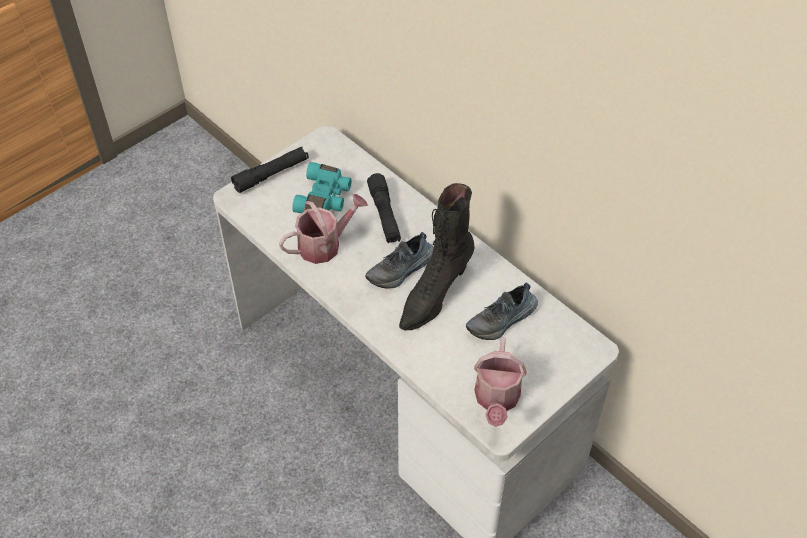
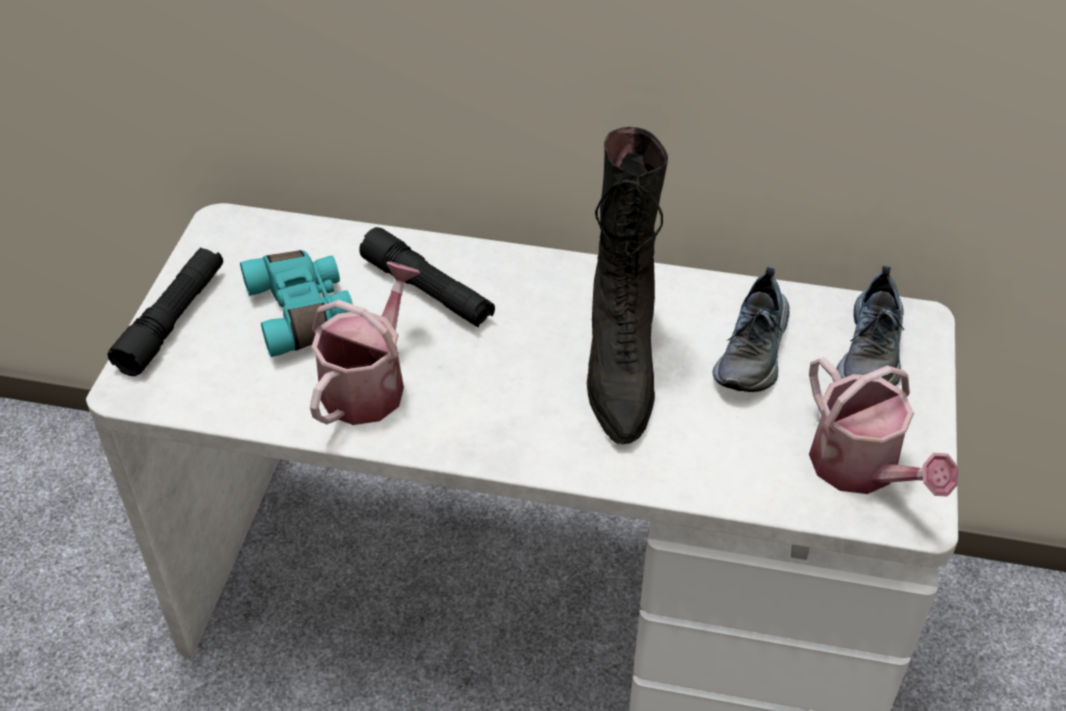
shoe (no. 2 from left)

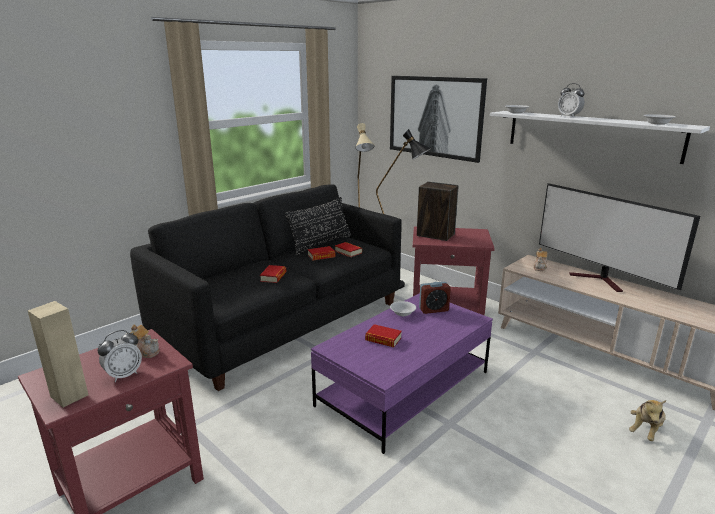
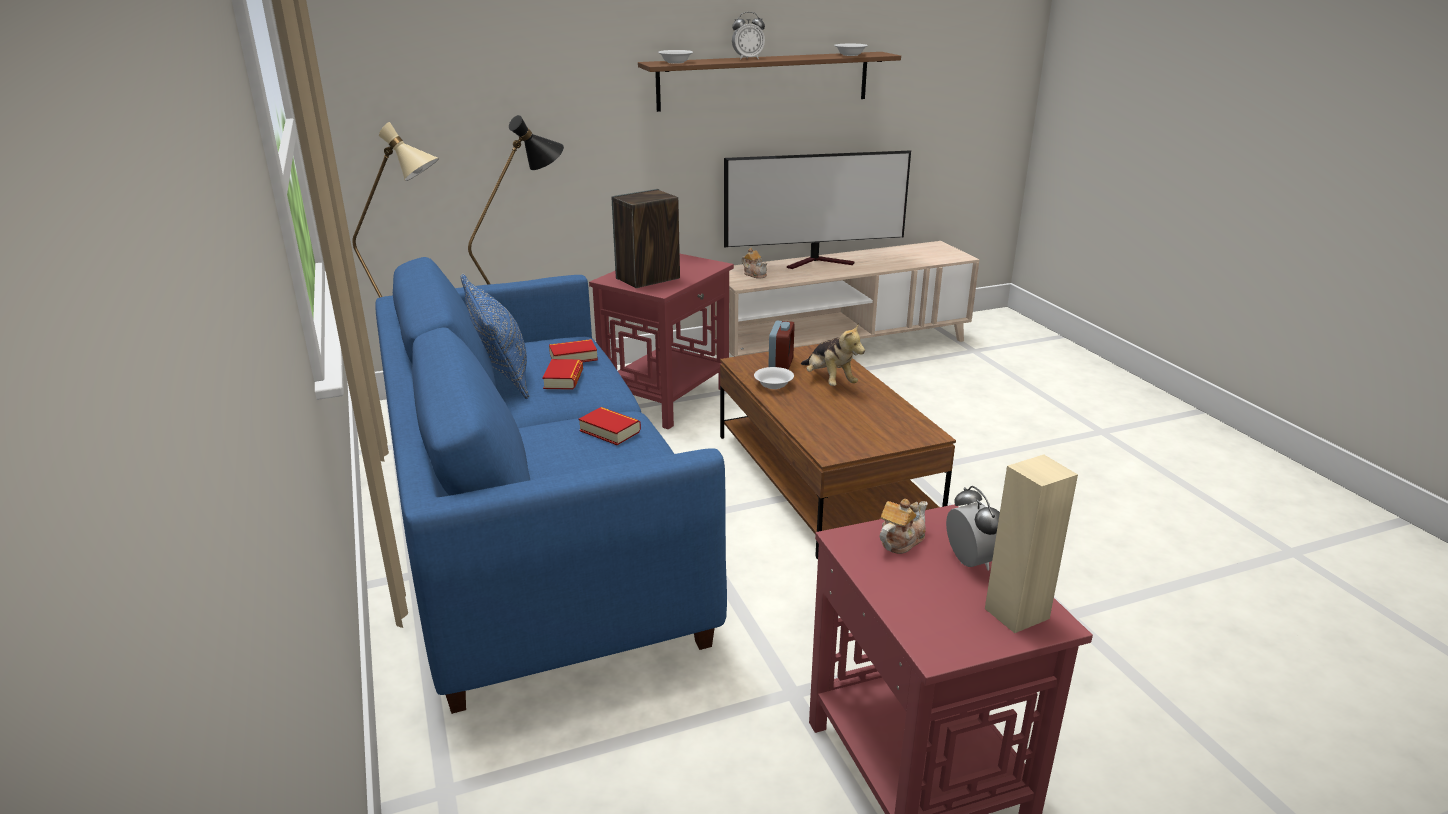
book (no. 4 from left in the first image); picture; plush toy; blue sofa; blue pillow; brown coffee table; brown shelf

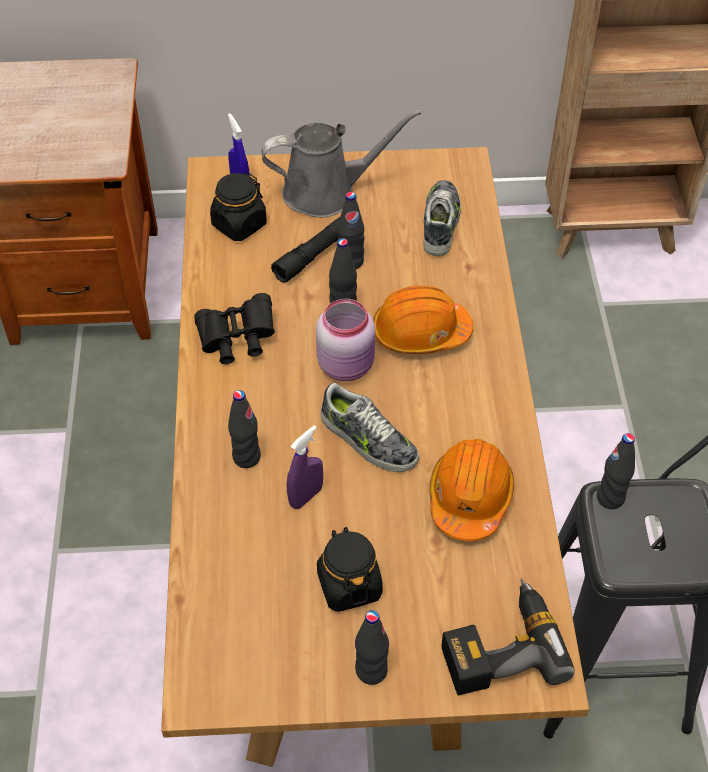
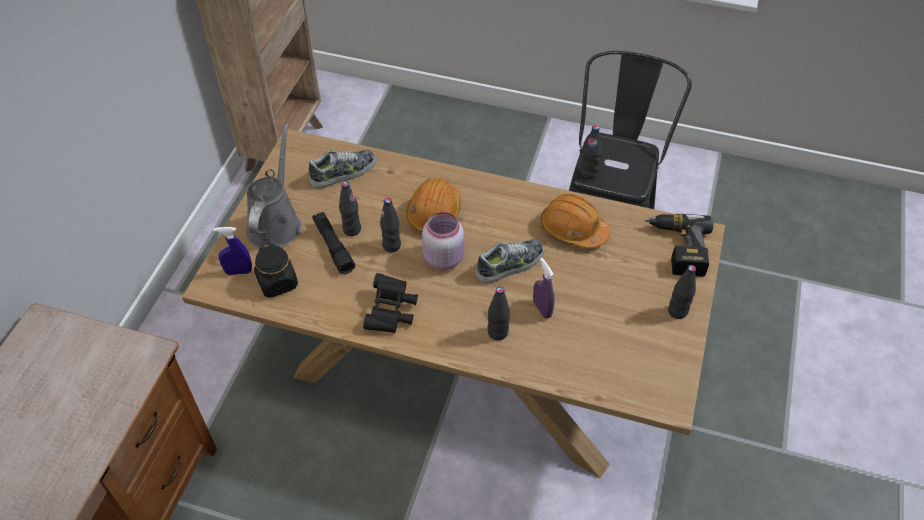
black jar (no. 2 from left in the first image); shoe (no. 1 from left)

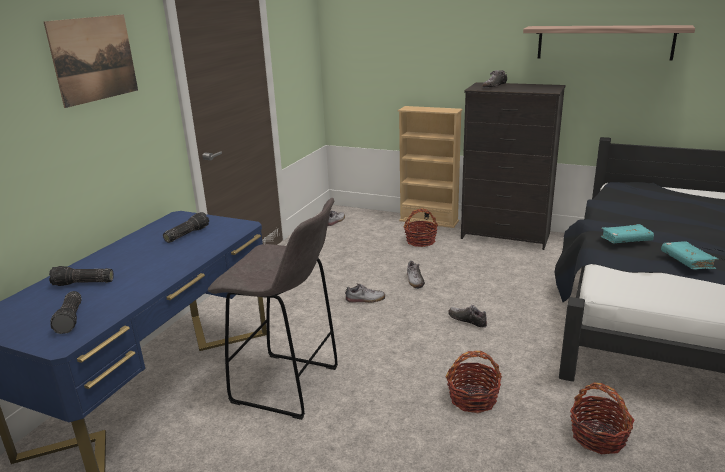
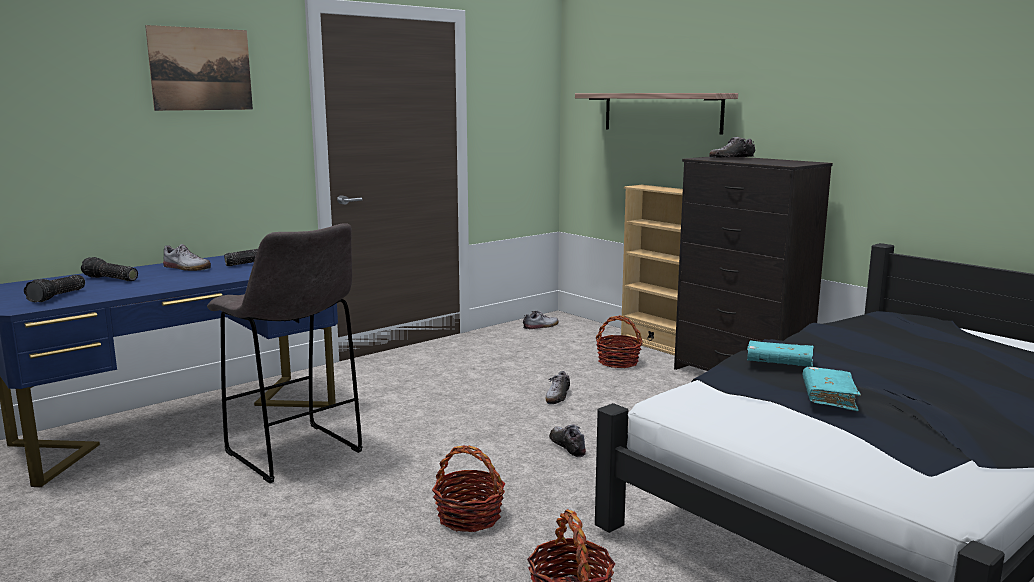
shoe (no. 1 from left); shelf

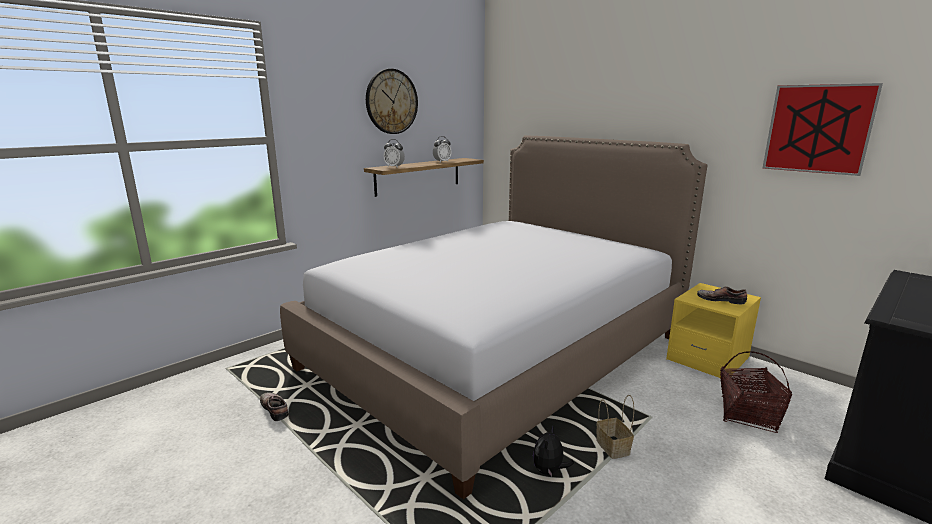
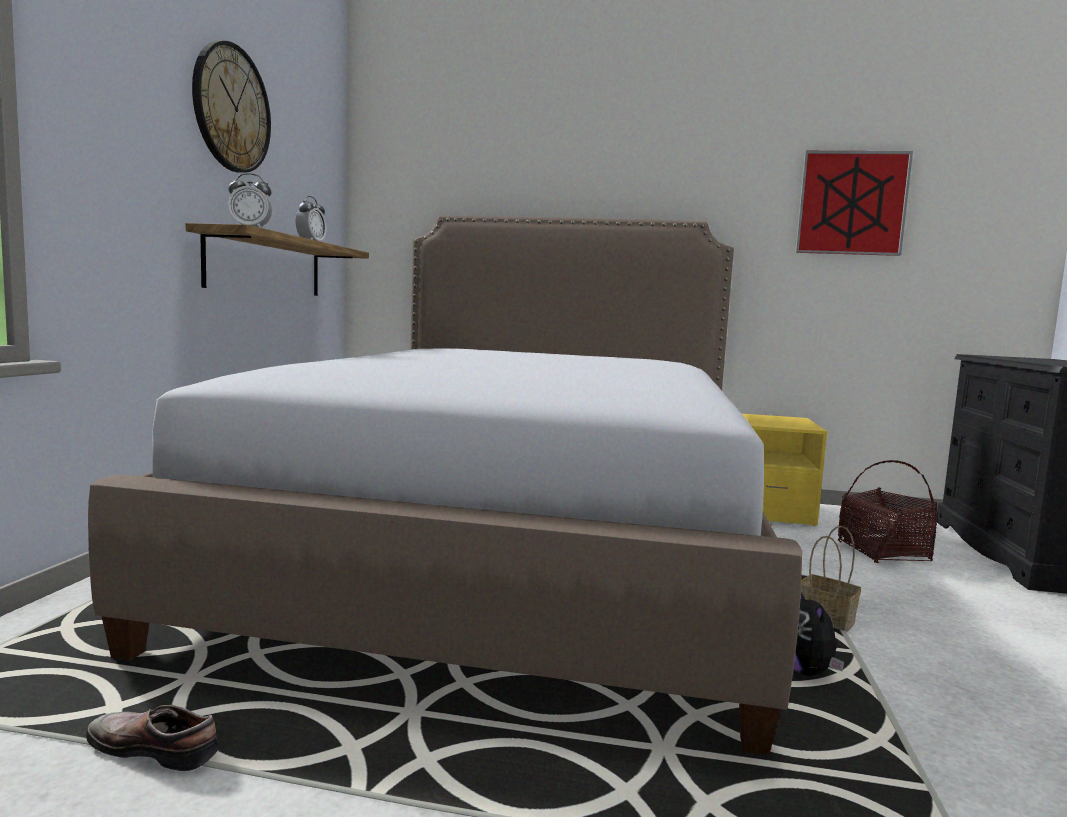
shoe (no. 2 from left in the first image)

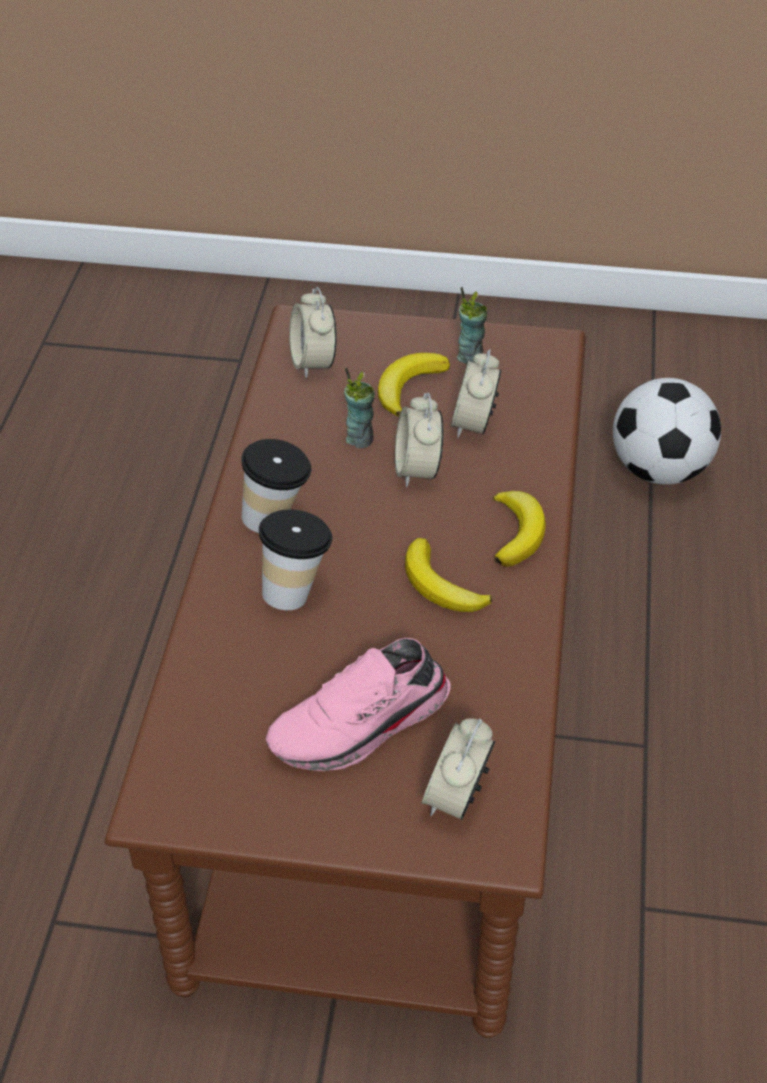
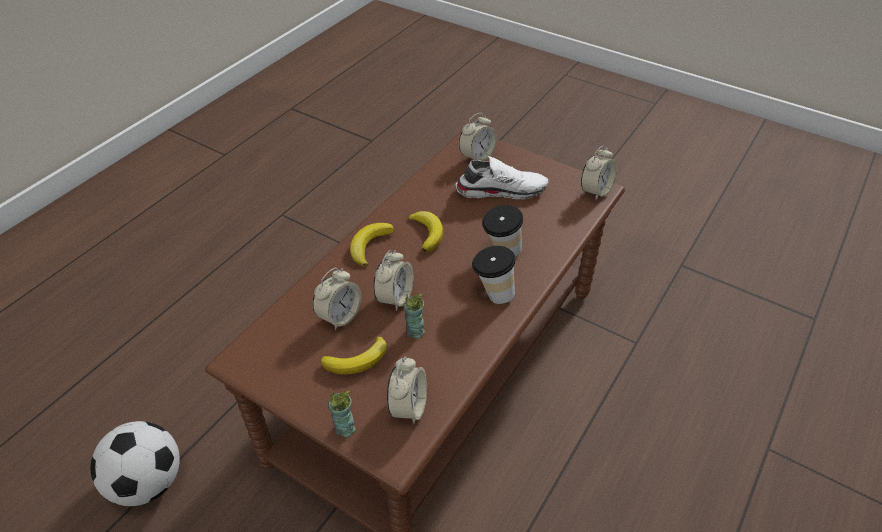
alarm clock (no. 5 from left); cup (no. 1 from left); white shoe

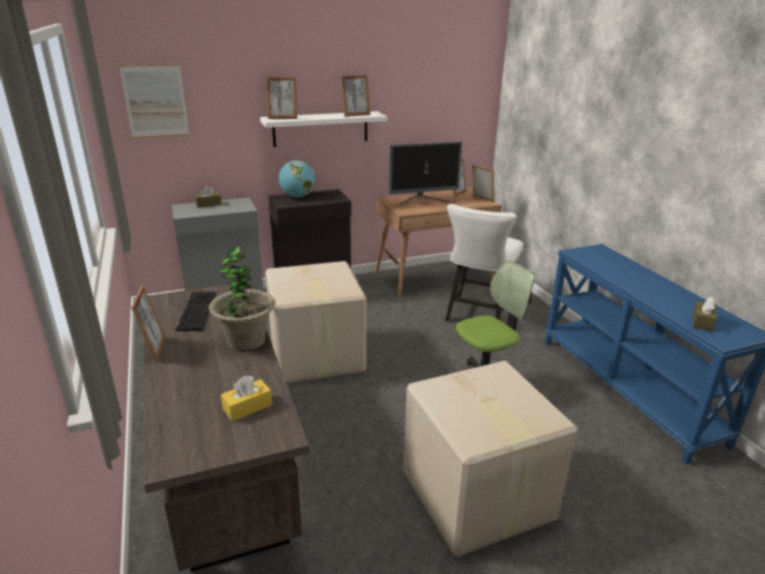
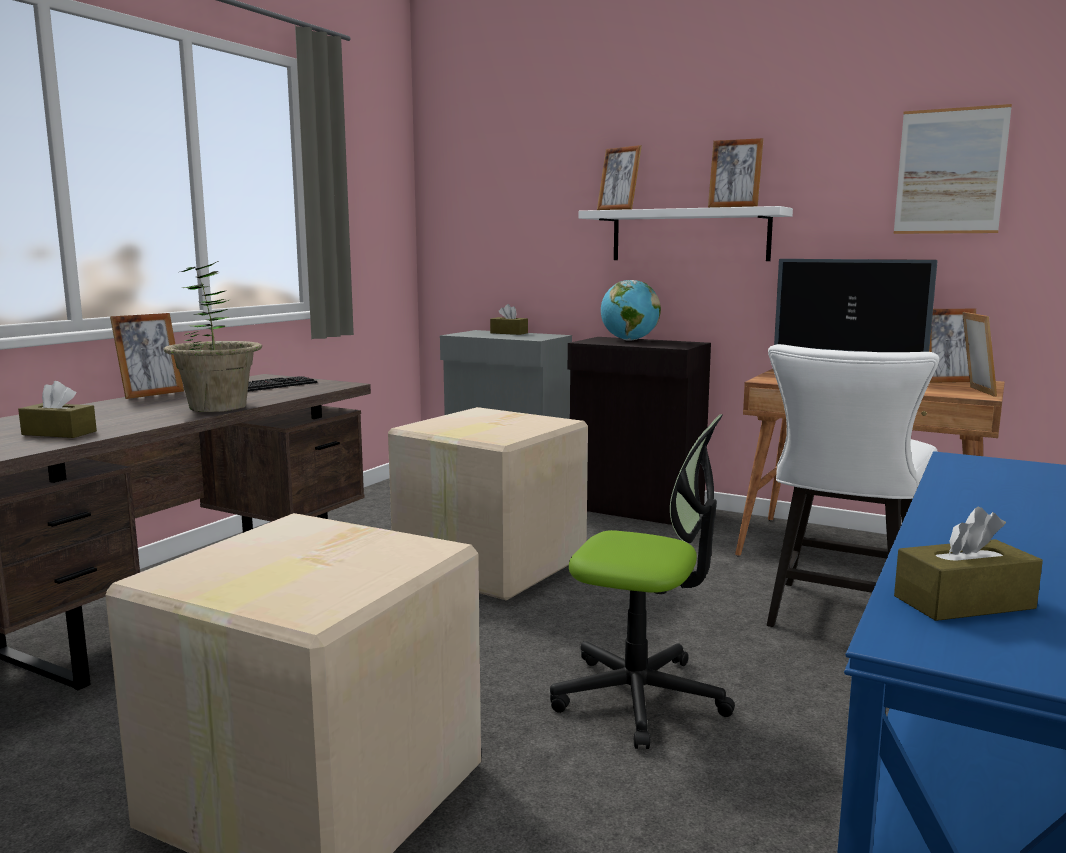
picture; brown tissue box (no. 1 from left); white chair

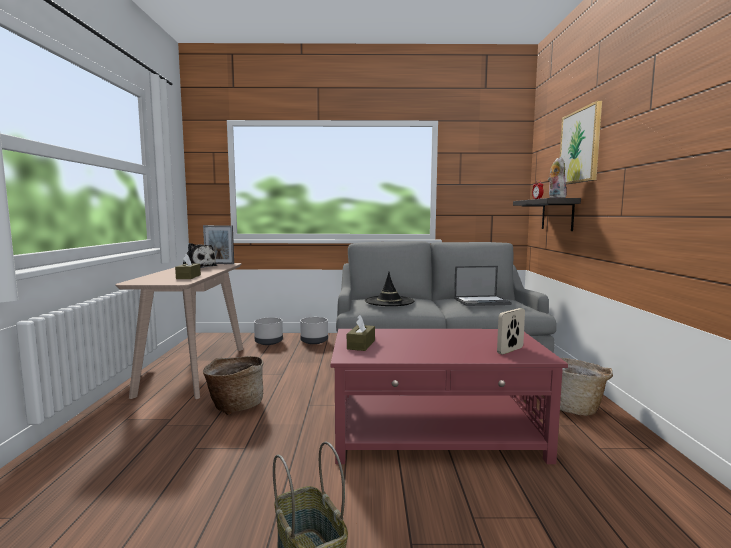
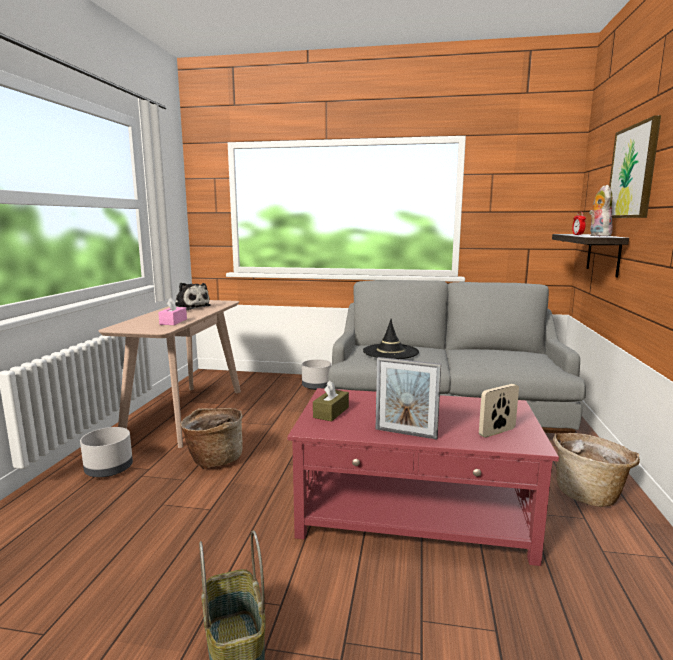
laptop; picture frame (no. 1 from left); grey planter (no. 1 from left); pink tissue box

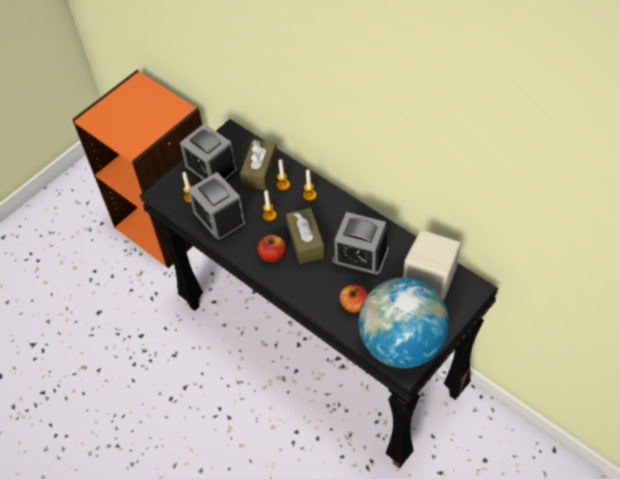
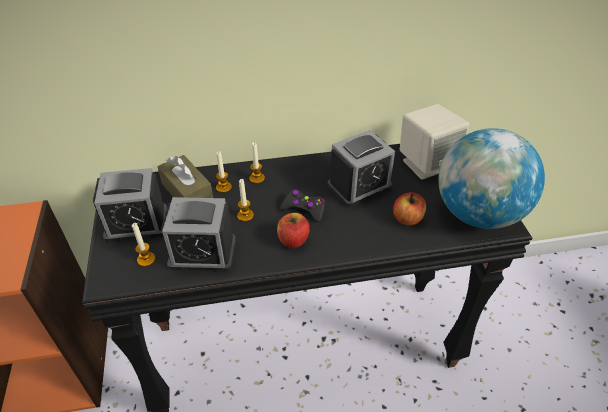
black game controller

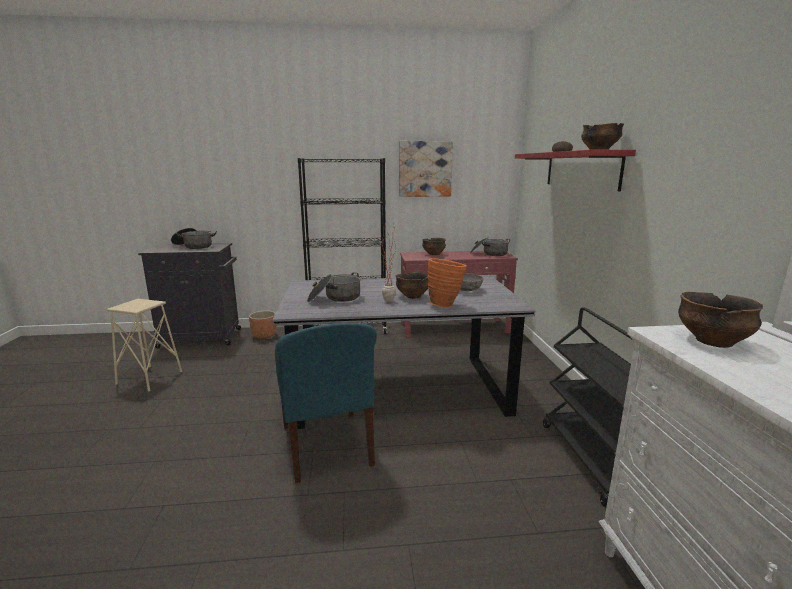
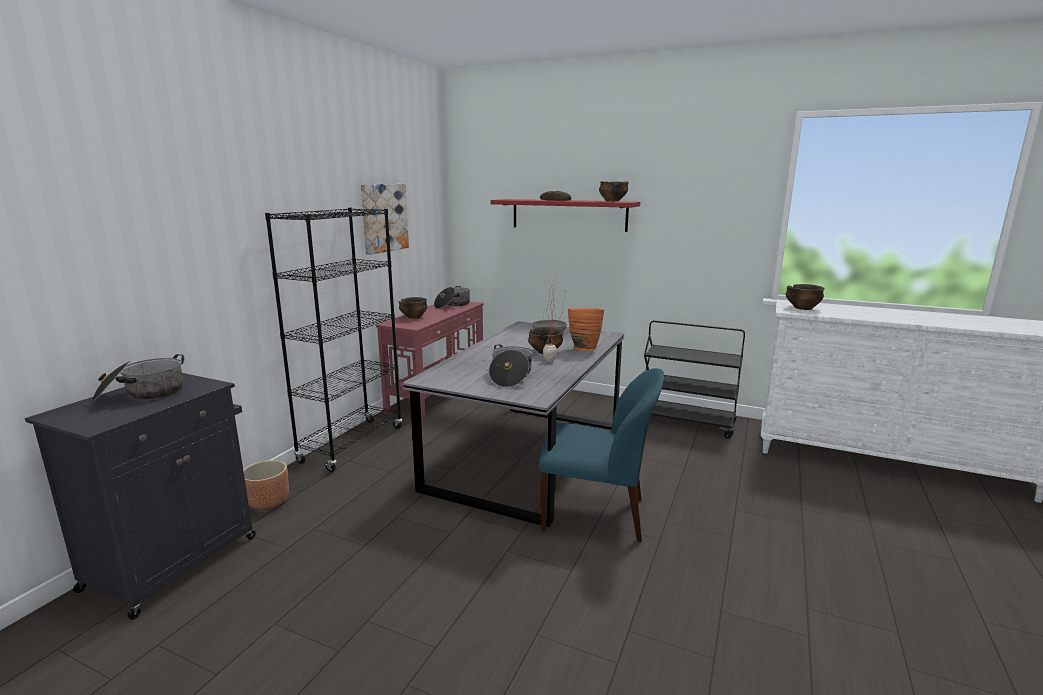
beige stool

